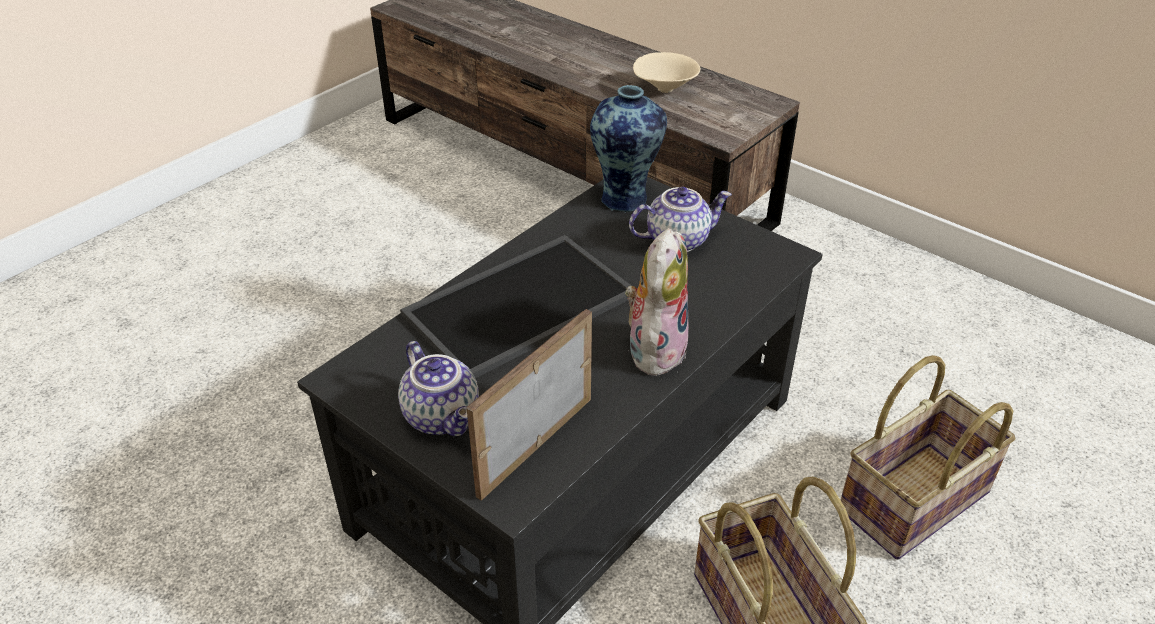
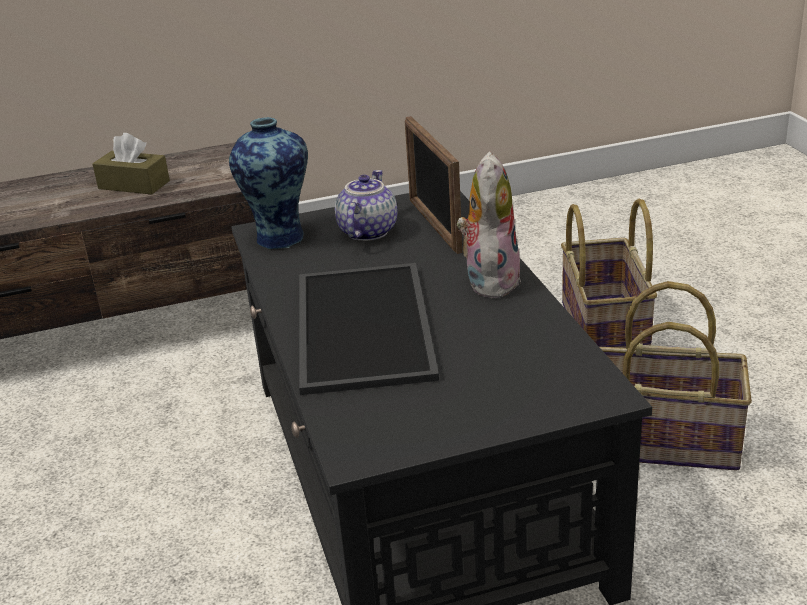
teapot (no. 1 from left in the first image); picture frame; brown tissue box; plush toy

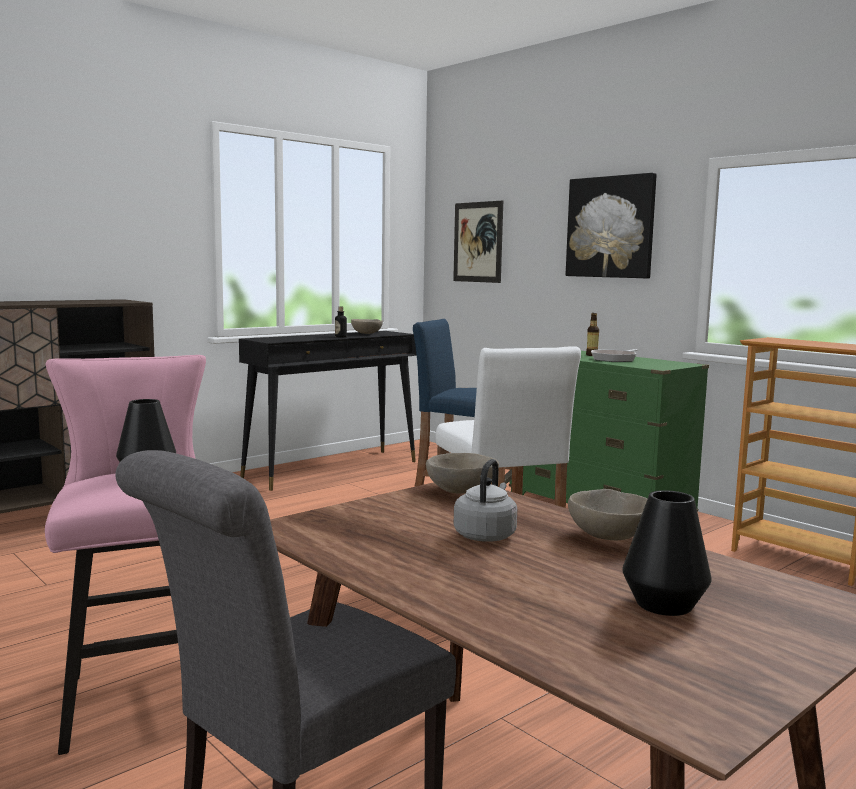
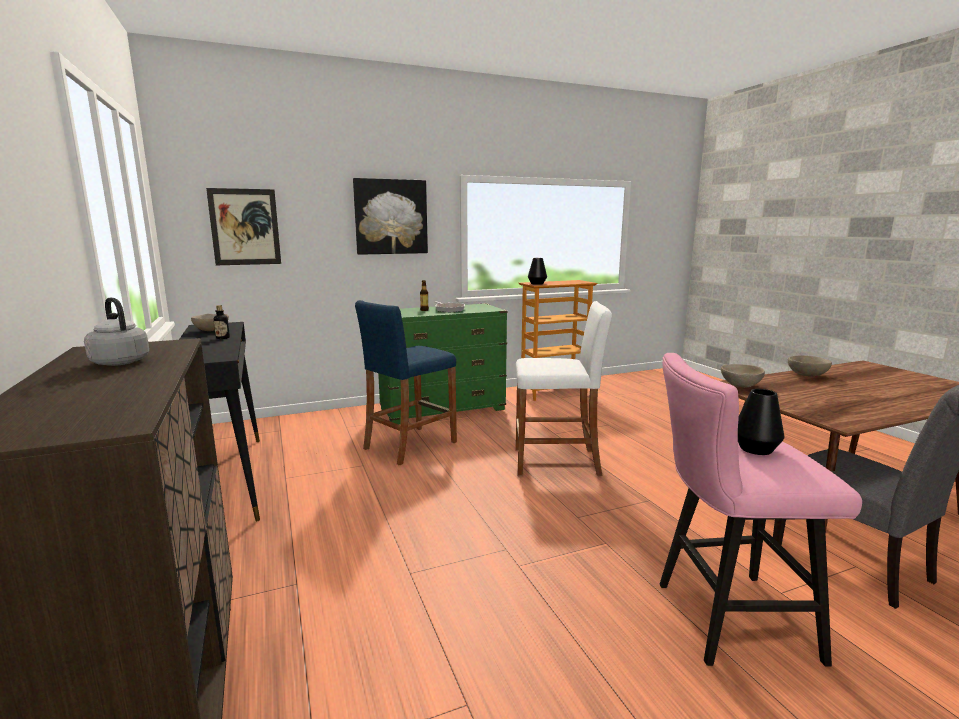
grey kettle; black vase (no. 1 from left)

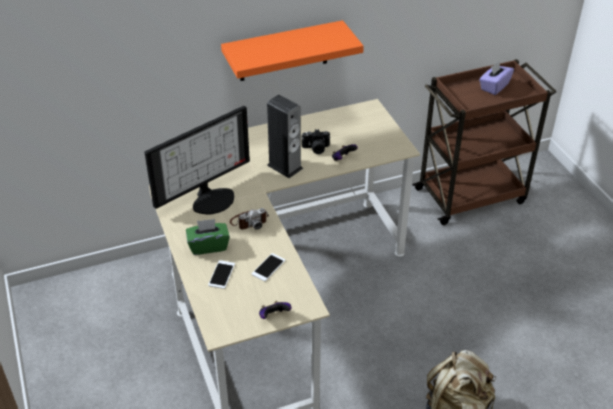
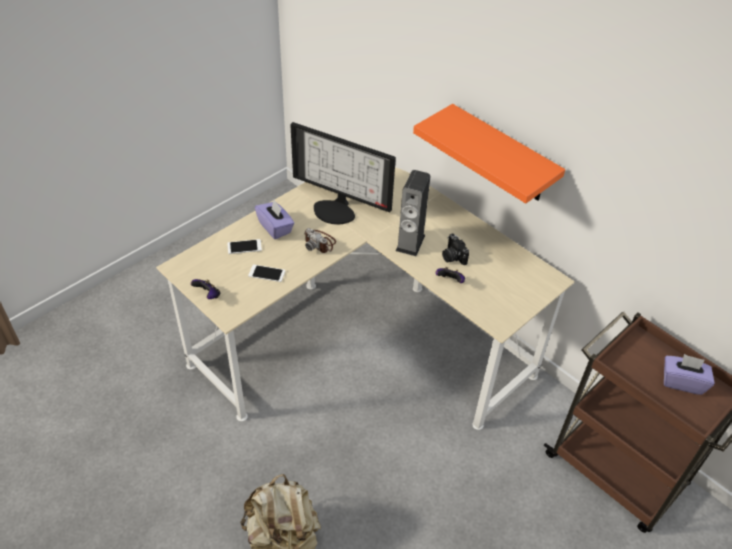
purple tissue box (no. 1 from left)

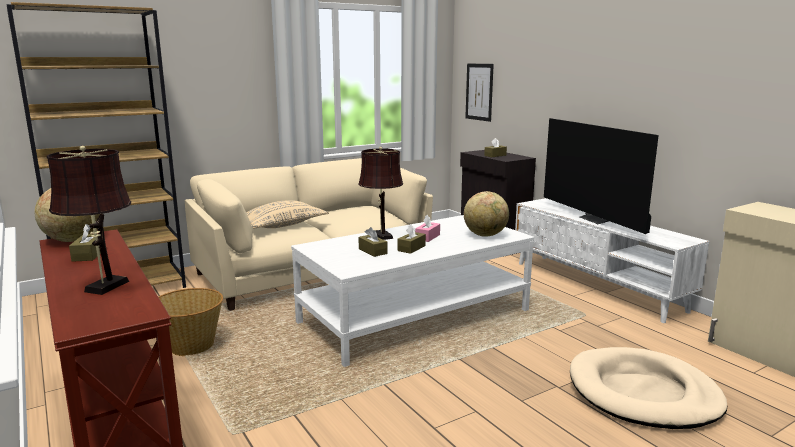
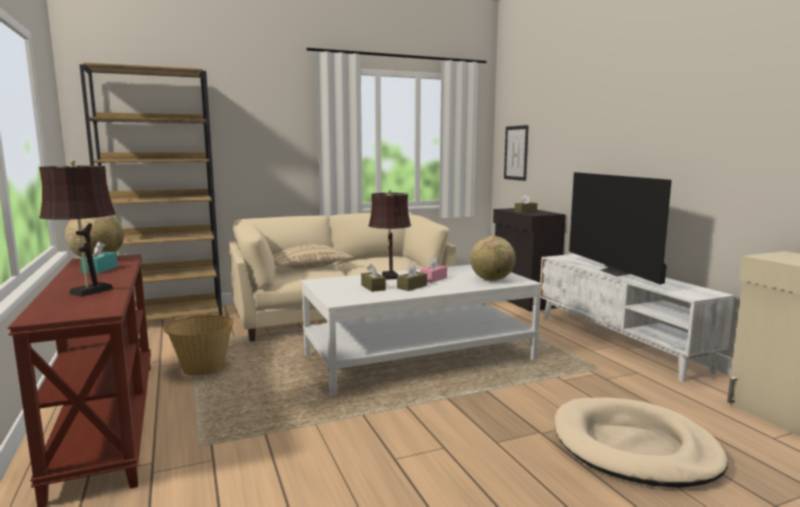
turquoise tissue box

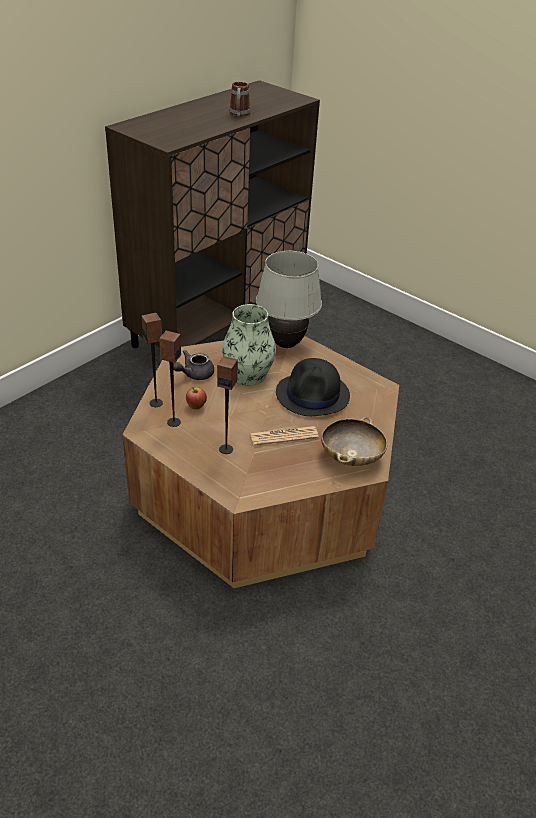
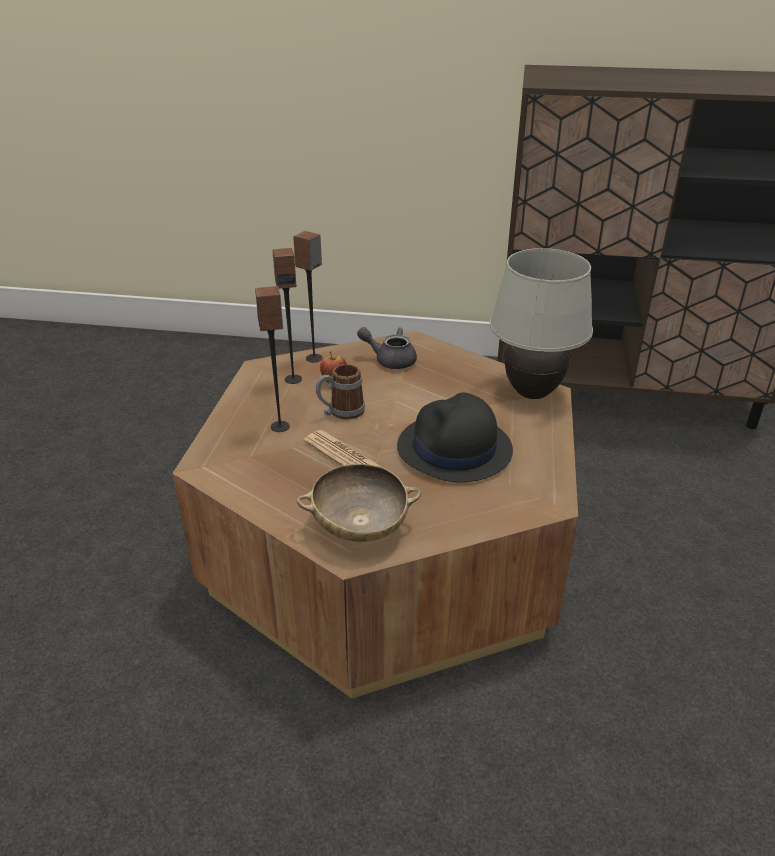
vase; mug

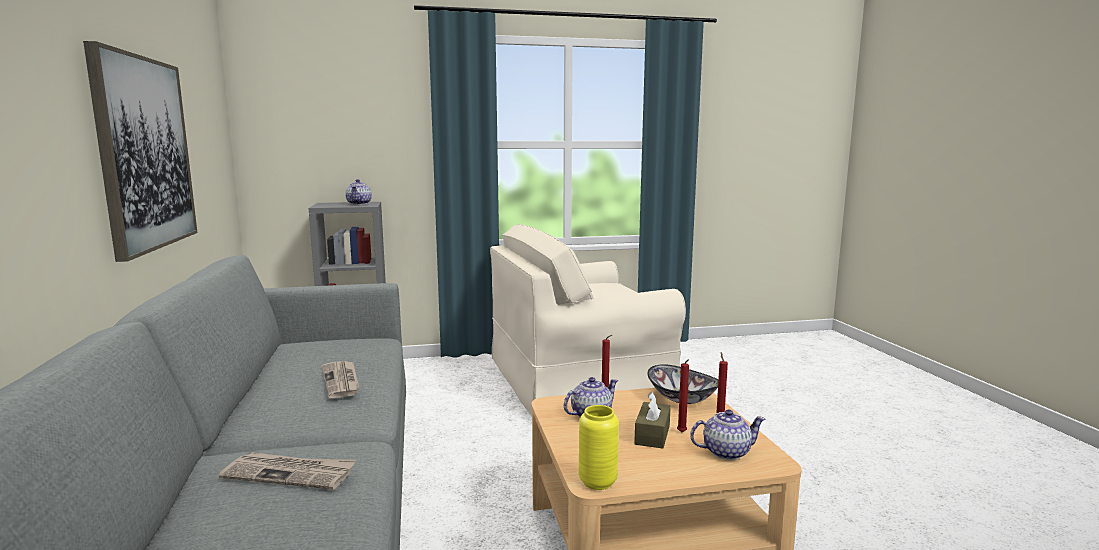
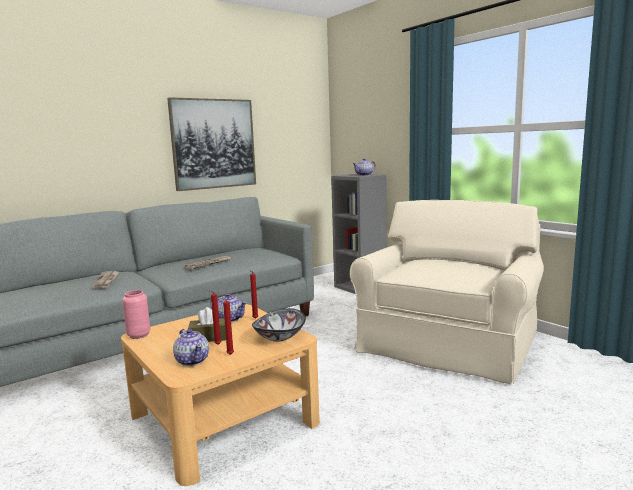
pink vase; beige armchair

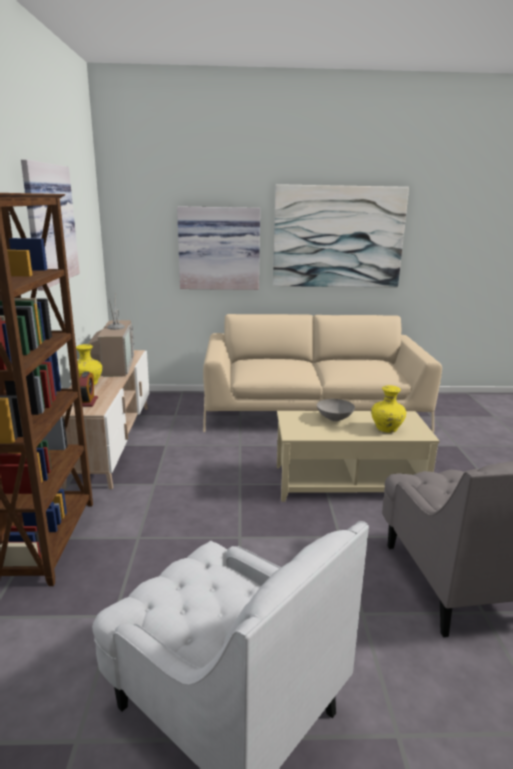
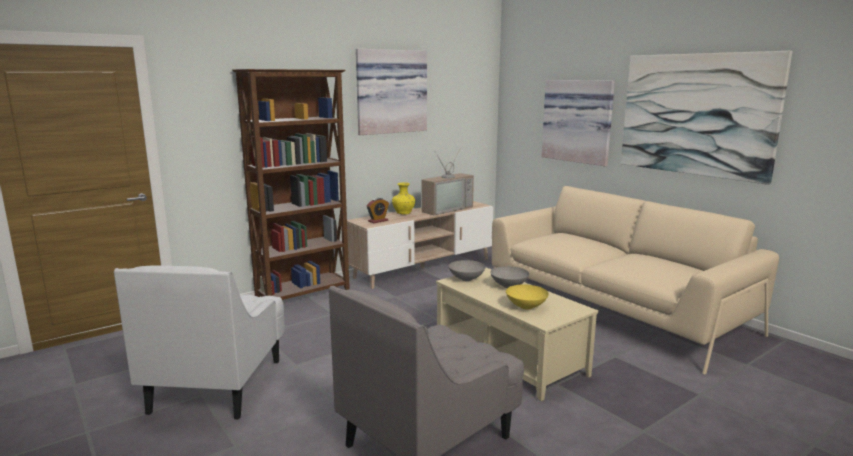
grey bowl (no. 1 from left); yellow bowl

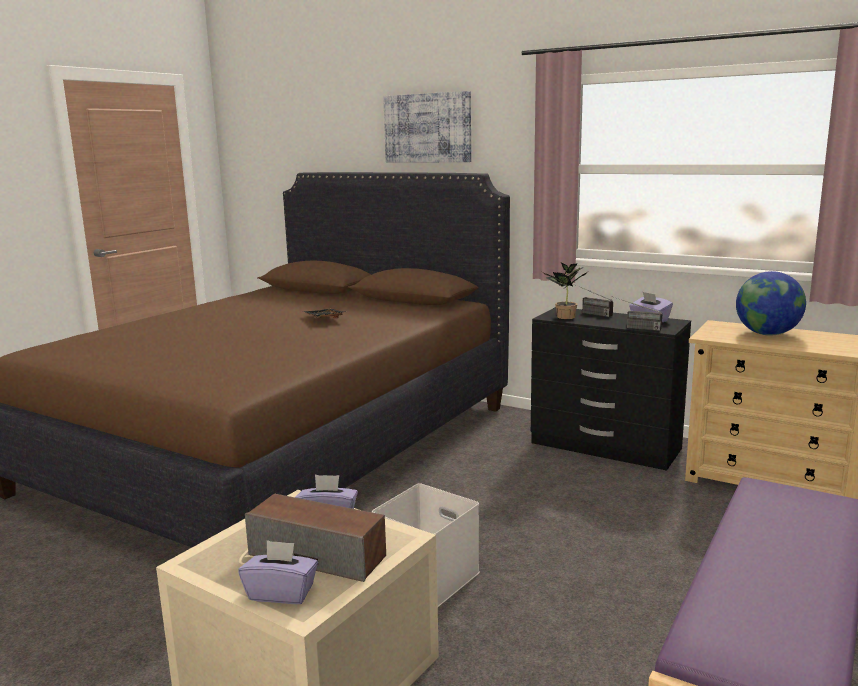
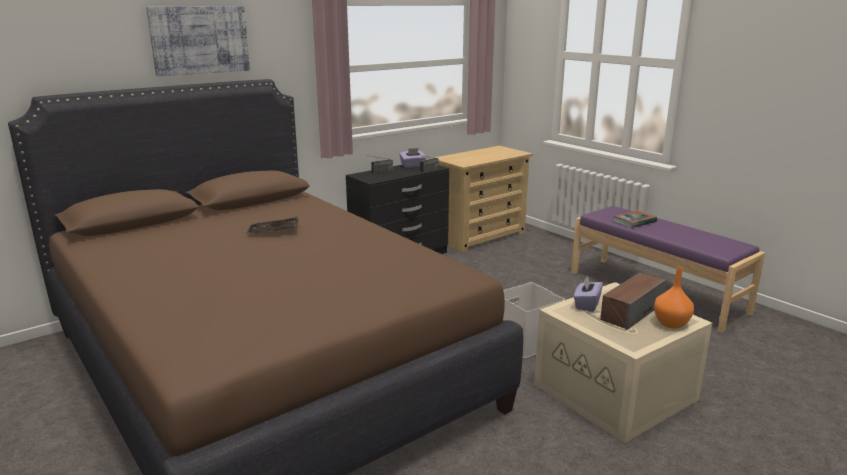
potted plant; globe; book; orange vase

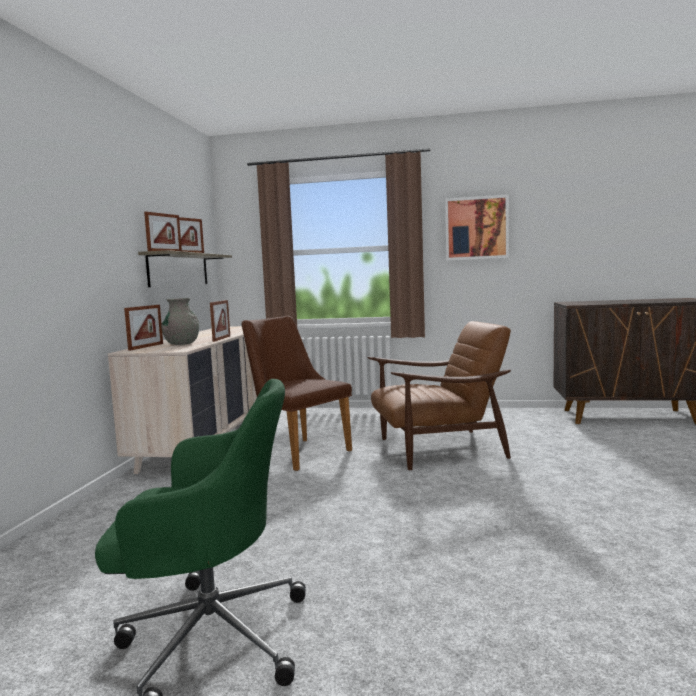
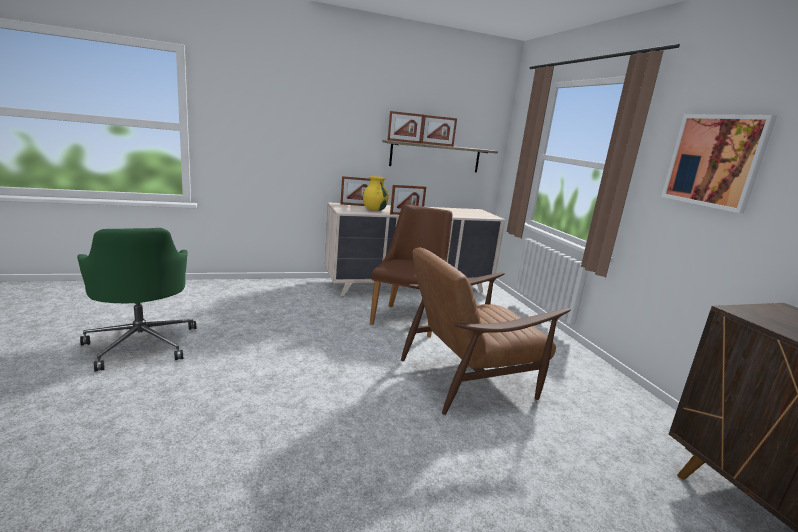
yellow vase; brown armchair

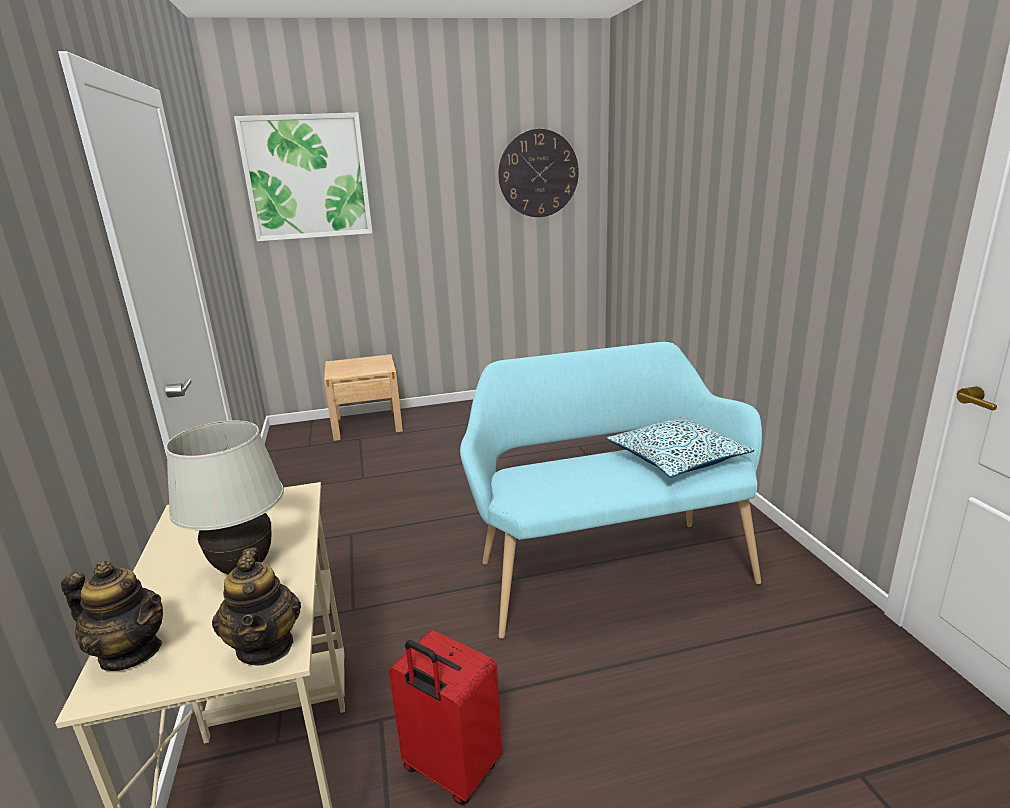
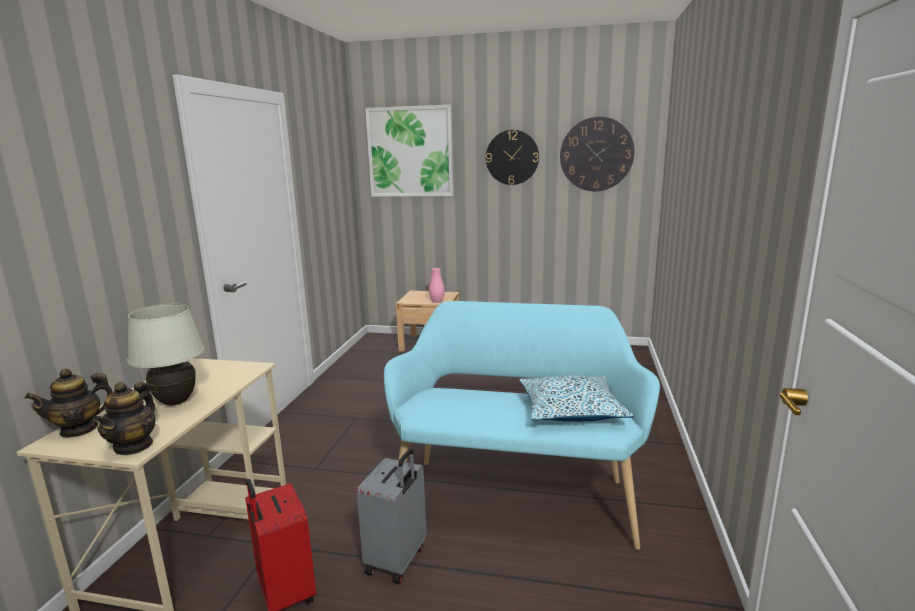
grey suitcase; pink vase; wall clock (no. 1 from left); teapot (no. 1 from left)

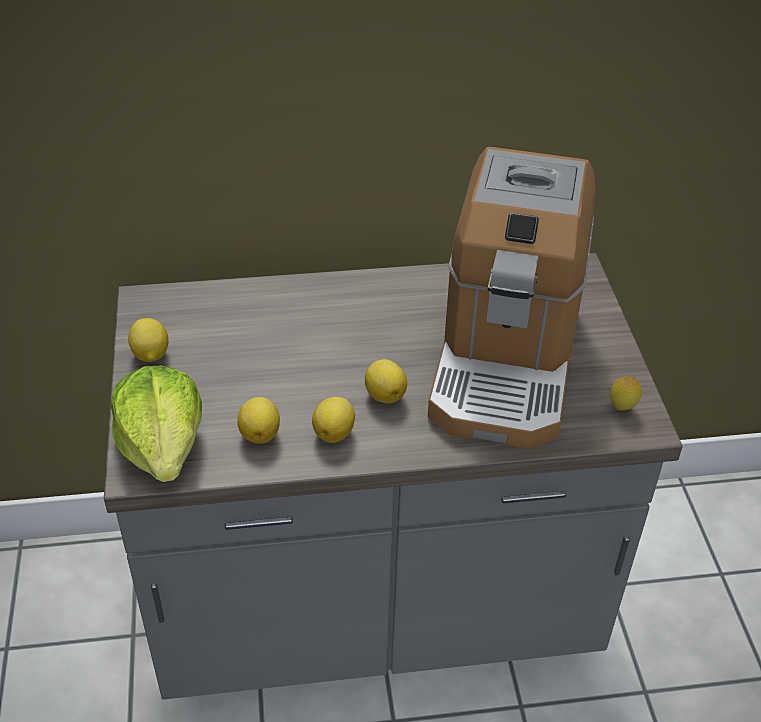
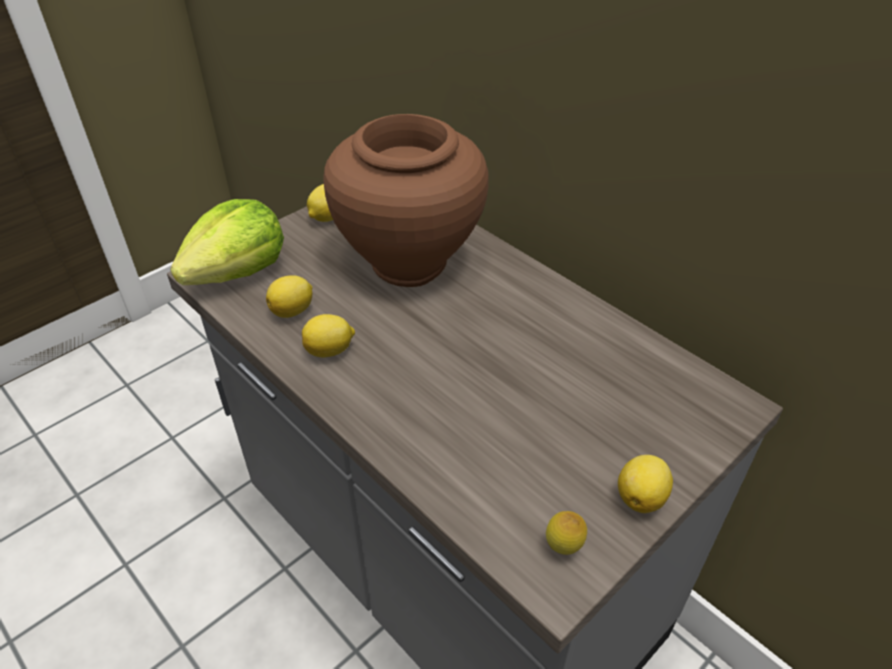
coffee machine; brown vase; lemon (no. 5 from left)

